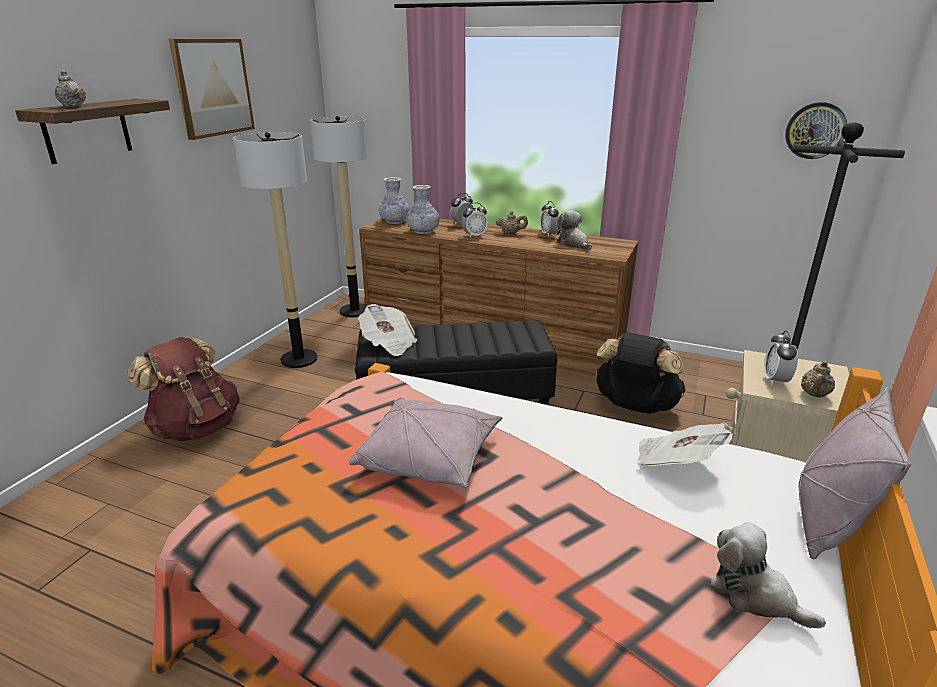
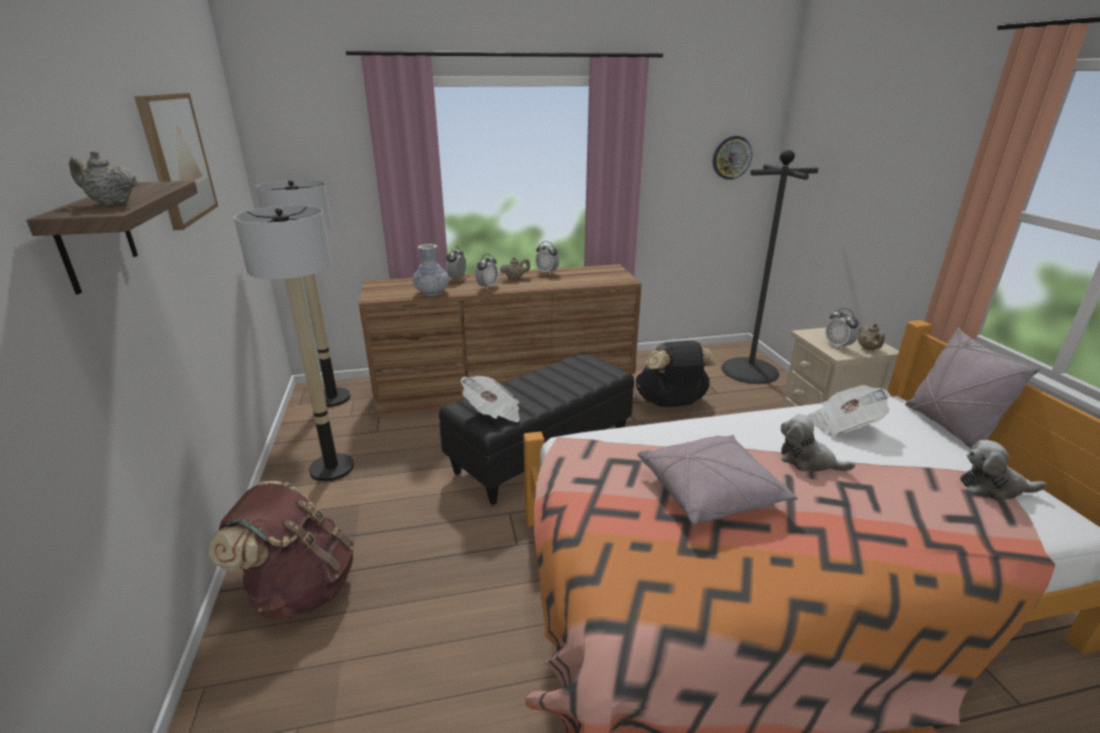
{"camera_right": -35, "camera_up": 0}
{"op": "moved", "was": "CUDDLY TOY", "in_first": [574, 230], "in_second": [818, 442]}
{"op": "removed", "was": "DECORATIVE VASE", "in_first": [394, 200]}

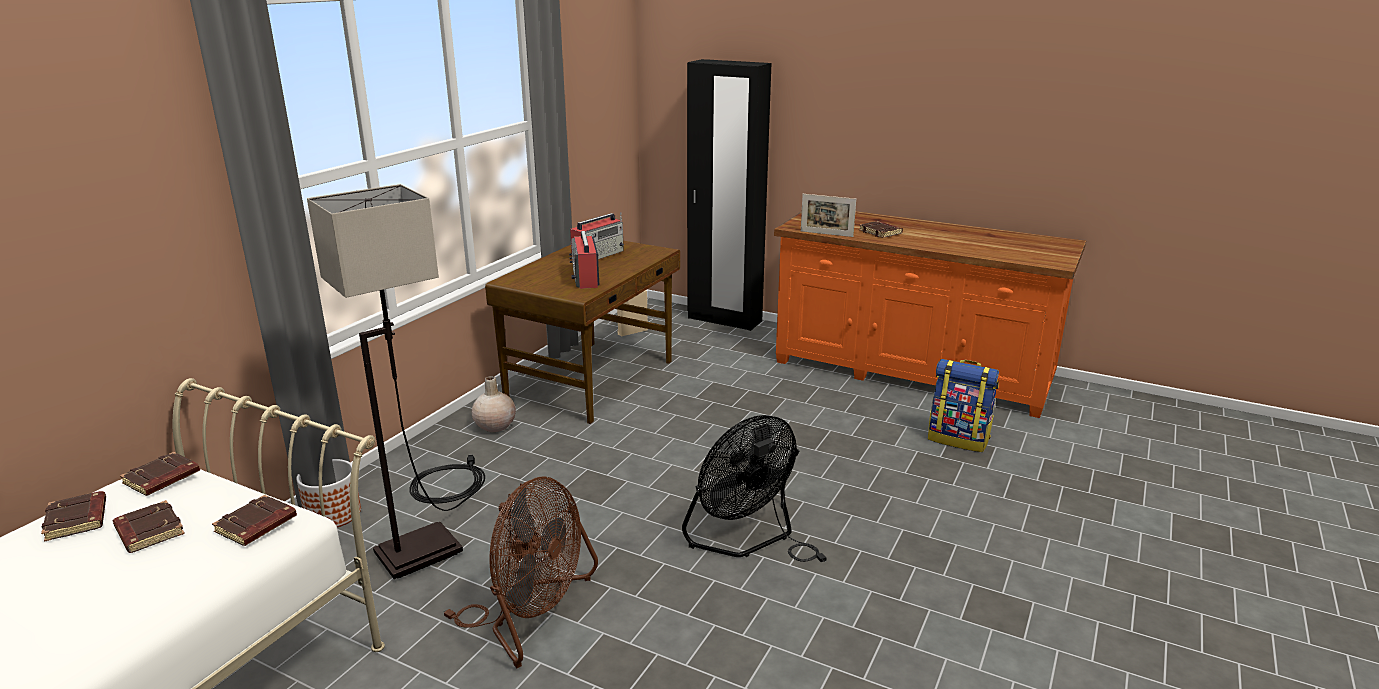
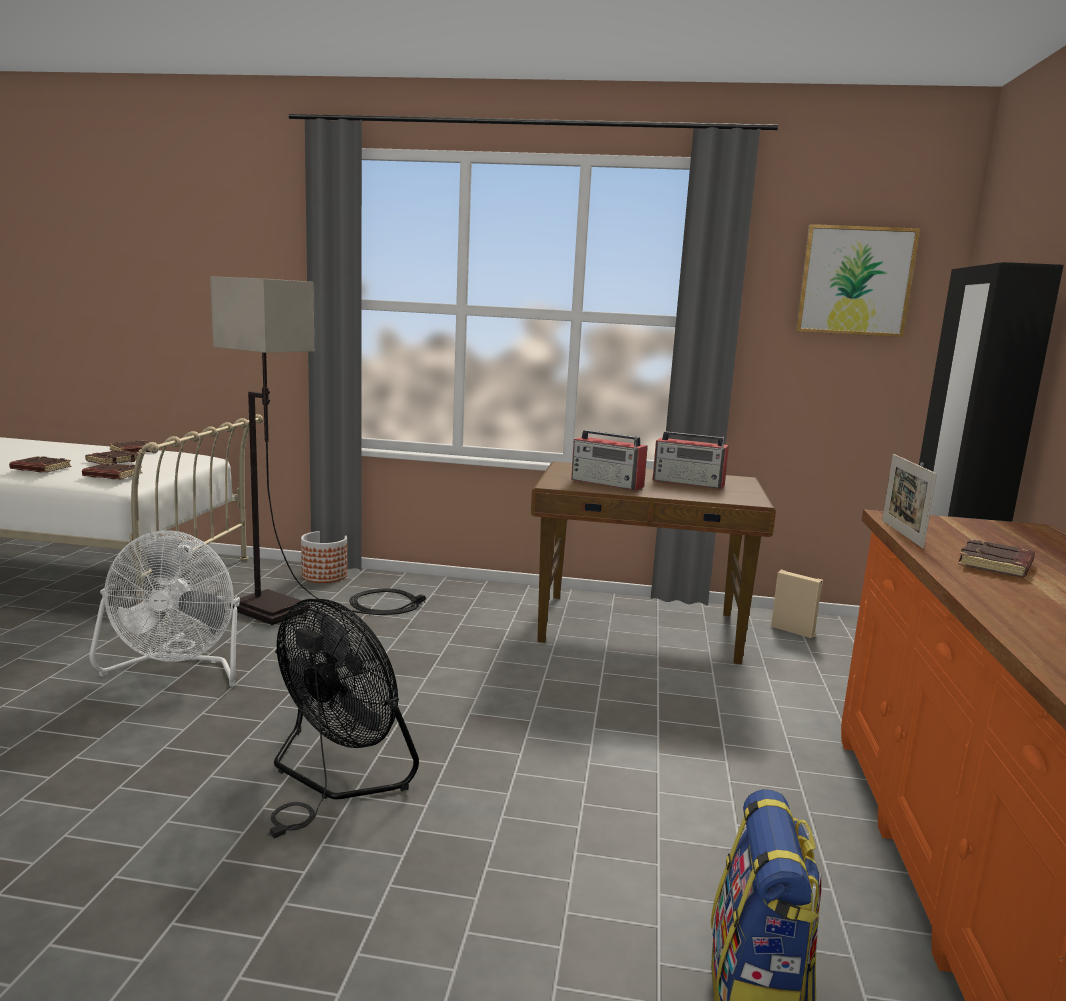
{"camera_right": 70, "camera_up": -10}
{"op": "moved", "was": "BROWN-COLOURED BOOK", "in_first": [160, 474], "in_second": [40, 464]}
{"op": "recoloured", "was": "BROWN-COLOURED ELECTRIC FAN", "now": "WHITE ELECTRIC FAN", "in_first": [521, 572], "in_second": [164, 608]}
{"op": "turned", "was": "RADIO RECEIVER", "in_first": [584, 260], "in_second": [609, 460], "clockwise": -120}
{"op": "added", "now": "WALL ART", "in_second": [858, 280]}
{"op": "removed", "was": "BEIGE-COLOURED DECORATIVE VASE", "in_first": [494, 404]}

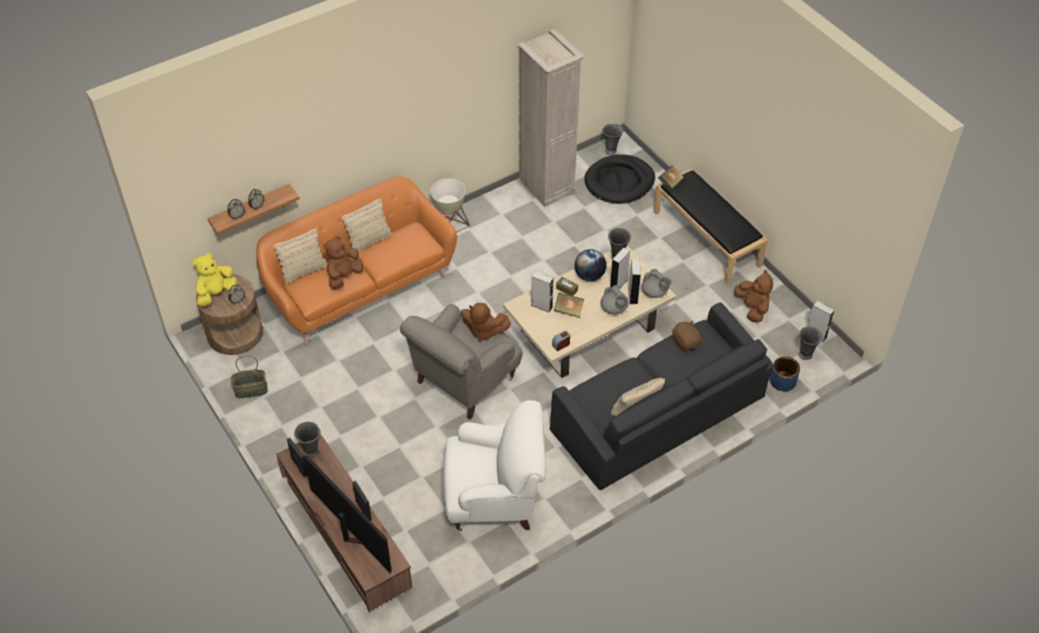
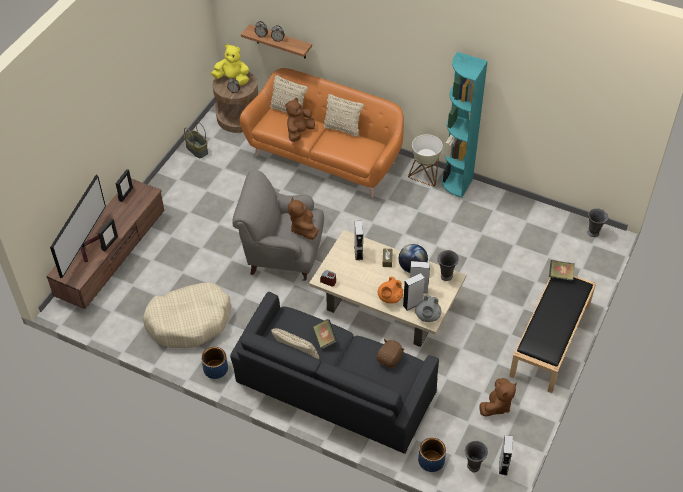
{"camera_right": 60, "camera_up": 0}
{"op": "replaced", "was": "WHITE ARMCHAIR", "now": "BEIGE-COLOURED DOG BED", "in_first": [494, 465], "in_second": [187, 315]}
{"op": "added", "now": "BLUE-COLOURED PLANTER", "in_second": [214, 363]}
{"op": "turned", "was": "BROWN-COLOURED CUDDLY TOY", "in_first": [343, 262], "in_second": [300, 120], "clockwise": -60}
{"op": "moved", "was": "BOOK", "in_first": [569, 304], "in_second": [325, 334]}
{"op": "recoloured", "was": "GREYISH TEAPOT", "now": "ORANGEY TEAPOT", "in_first": [615, 299], "in_second": [390, 290]}
{"op": "added", "now": "TURQUOISE BOOKCASE", "in_second": [465, 125]}
{"op": "removed", "was": "GREYISH DECORATIVE VASE", "in_first": [307, 440]}
{"op": "removed", "was": "BEIGE-COLOURED STORAGE CABINET", "in_first": [550, 118]}
{"op": "removed", "was": "BLACKISH DOG BED", "in_first": [619, 179]}

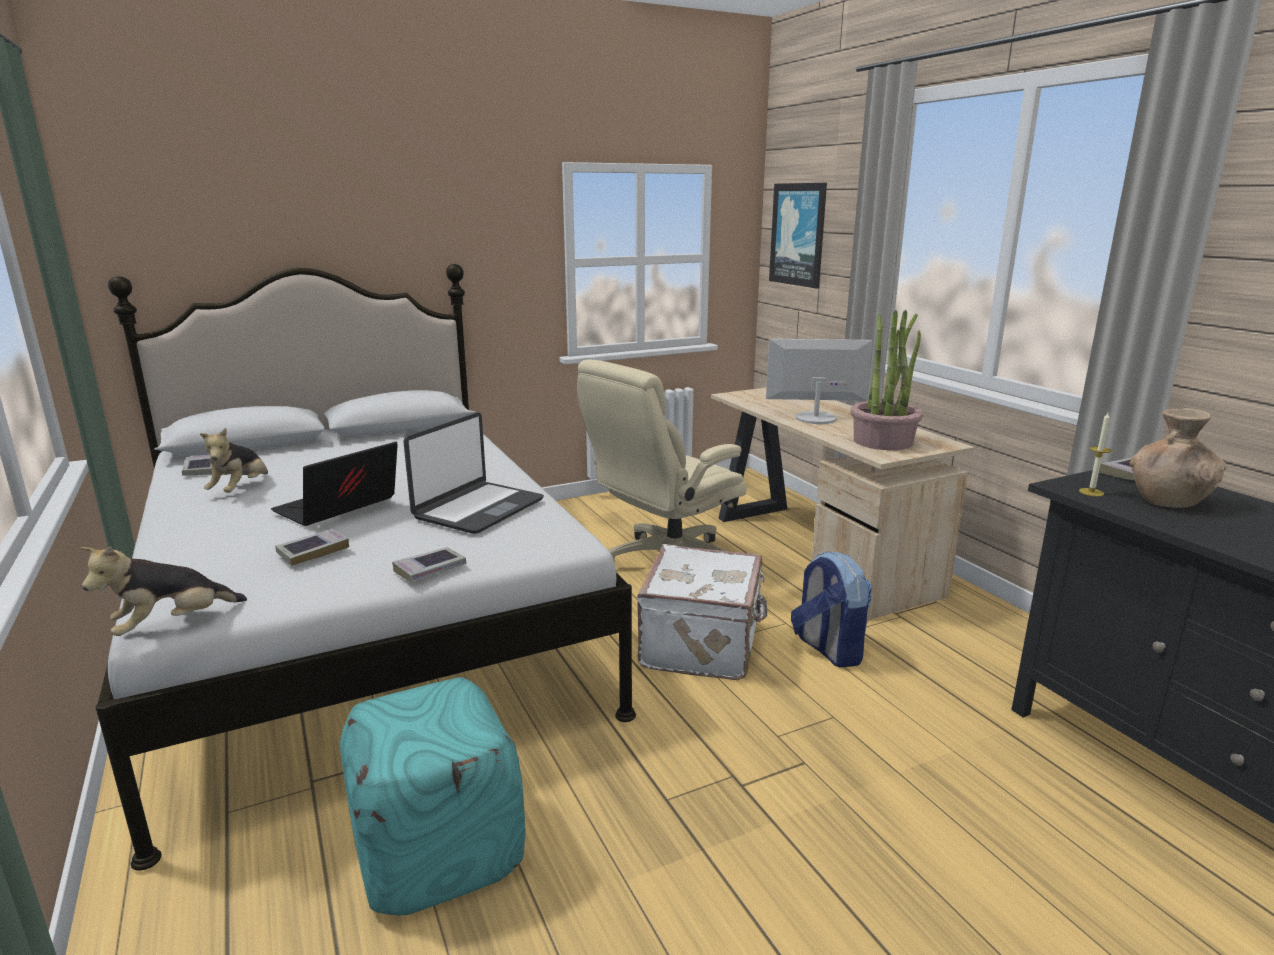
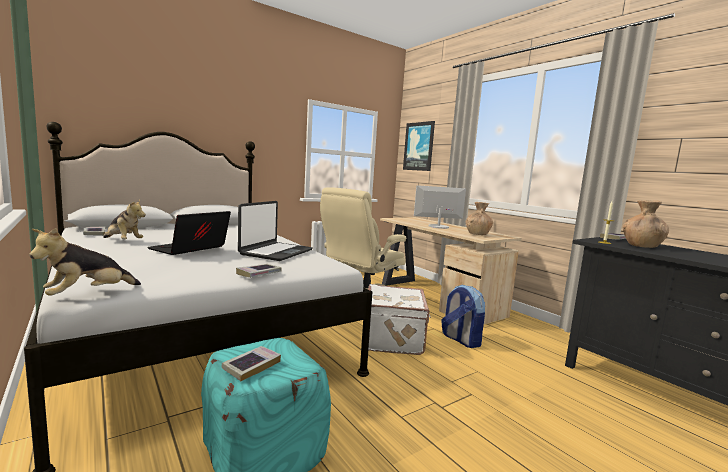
{"camera_right": -10, "camera_up": -10}
{"op": "turned", "was": "CUDDLY TOY", "in_first": [234, 460], "in_second": [124, 219], "clockwise": -60}
{"op": "moved", "was": "BOOK", "in_first": [312, 547], "in_second": [251, 363]}
{"op": "replaced", "was": "POTTED PLANT", "now": "BROWN-COLOURED DECORATIVE VASE", "in_first": [886, 380], "in_second": [479, 218]}

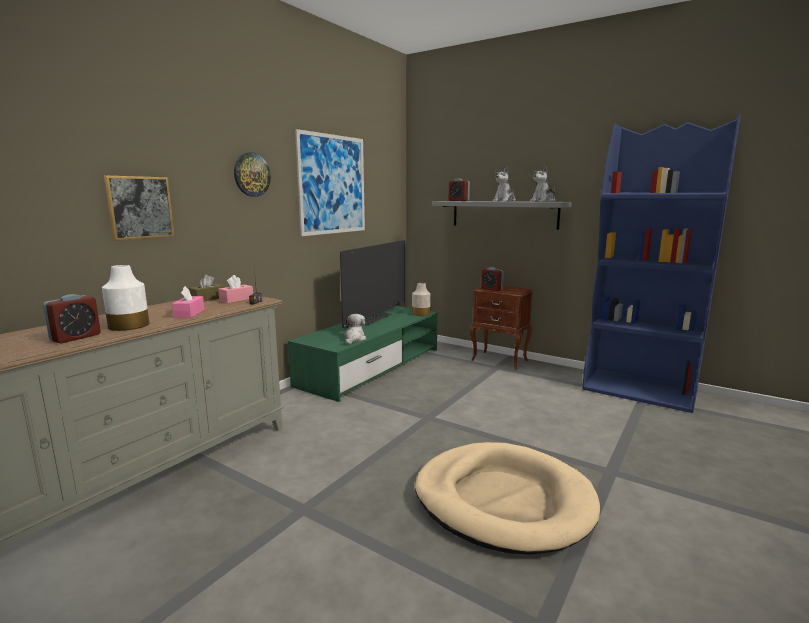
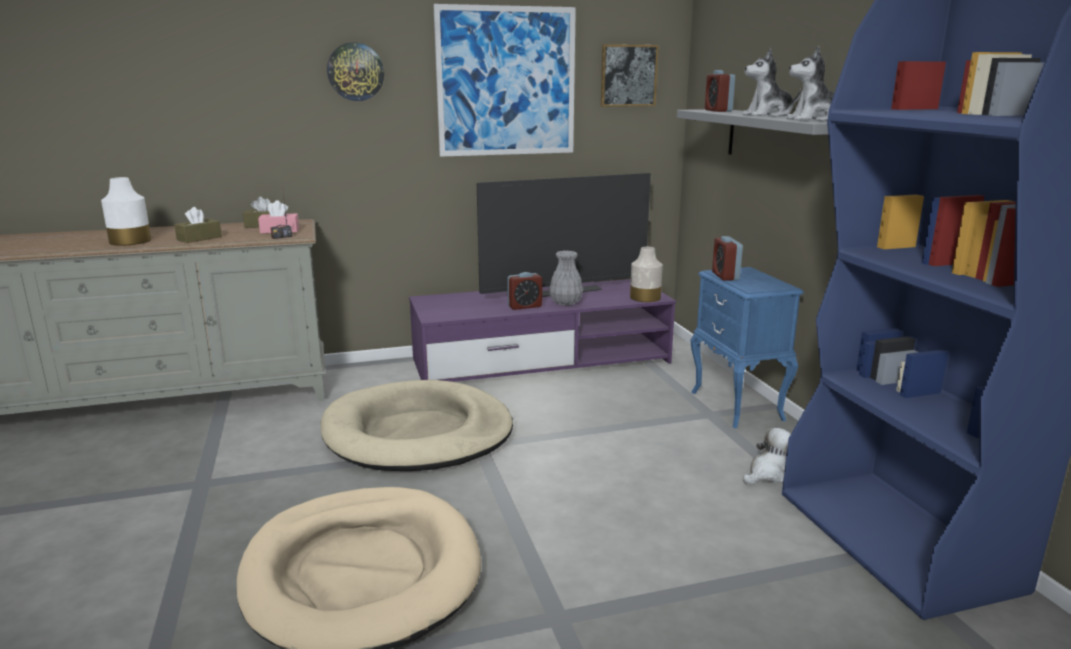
{"camera_right": 40, "camera_up": 5}
{"op": "recoloured", "was": "PINK-COLOURED TISSUE HOLDER", "now": "BROWN-COLOURED TISSUE HOLDER", "in_first": [188, 302], "in_second": [198, 225]}
{"op": "added", "now": "BEIGE-COLOURED DOG BED", "in_second": [416, 425]}
{"op": "recoloured", "was": "GREEN MEDIA CONSOLE", "now": "PURPLE MEDIA CONSOLE", "in_first": [363, 354], "in_second": [542, 330]}
{"op": "moved", "was": "BEDSIDE CLOCK", "in_first": [72, 318], "in_second": [524, 291]}
{"op": "added", "now": "GREYISH DECORATIVE VASE", "in_second": [566, 278]}
{"op": "moved", "was": "WALL ART", "in_first": [139, 208], "in_second": [630, 75]}
{"op": "recoloured", "was": "BROWN-COLOURED NIGHTSTAND", "now": "BLUE-COLOURED NIGHTSTAND", "in_first": [502, 328], "in_second": [747, 347]}
{"op": "moved", "was": "CUDDLY TOY", "in_first": [355, 329], "in_second": [767, 456]}

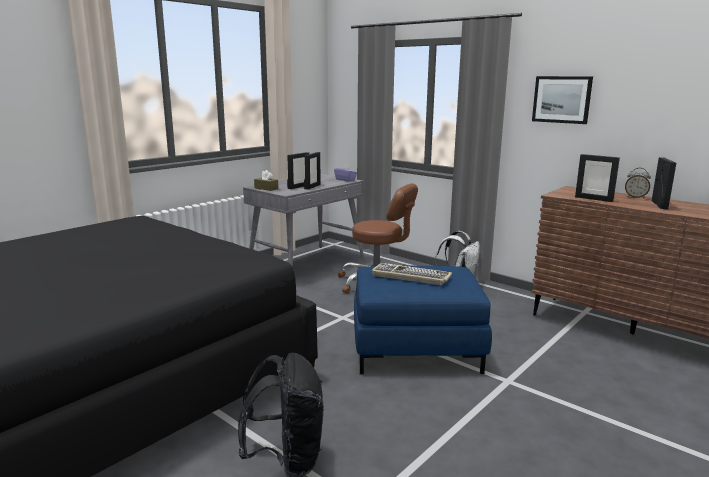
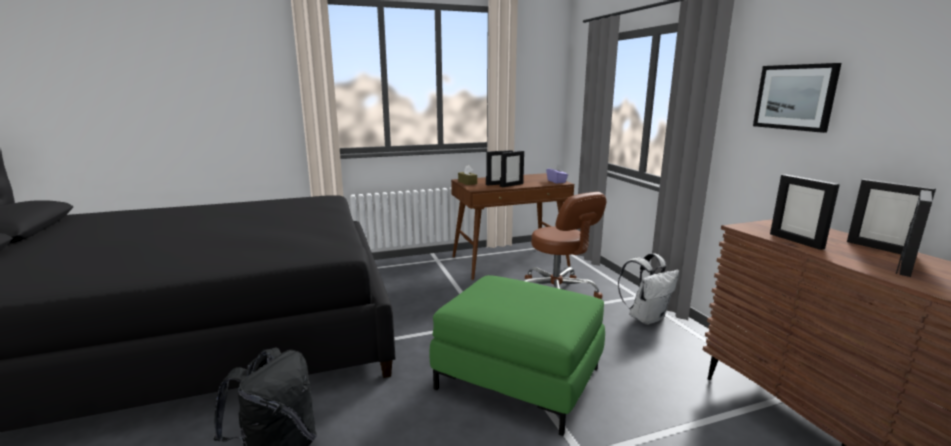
{"camera_right": 30, "camera_up": 0}
{"op": "recoloured", "was": "BLUE-COLOURED FOOTREST", "now": "GREEN FOOTREST", "in_first": [423, 320], "in_second": [517, 355]}
{"op": "recoloured", "was": "GREYISH DESK", "now": "BROWN-COLOURED DESK", "in_first": [303, 220], "in_second": [512, 226]}
{"op": "replaced", "was": "BEDSIDE CLOCK", "now": "PHOTO FRAME", "in_first": [638, 183], "in_second": [891, 216]}
{"op": "removed", "was": "COMPUTER KEYBOARD", "in_first": [412, 274]}

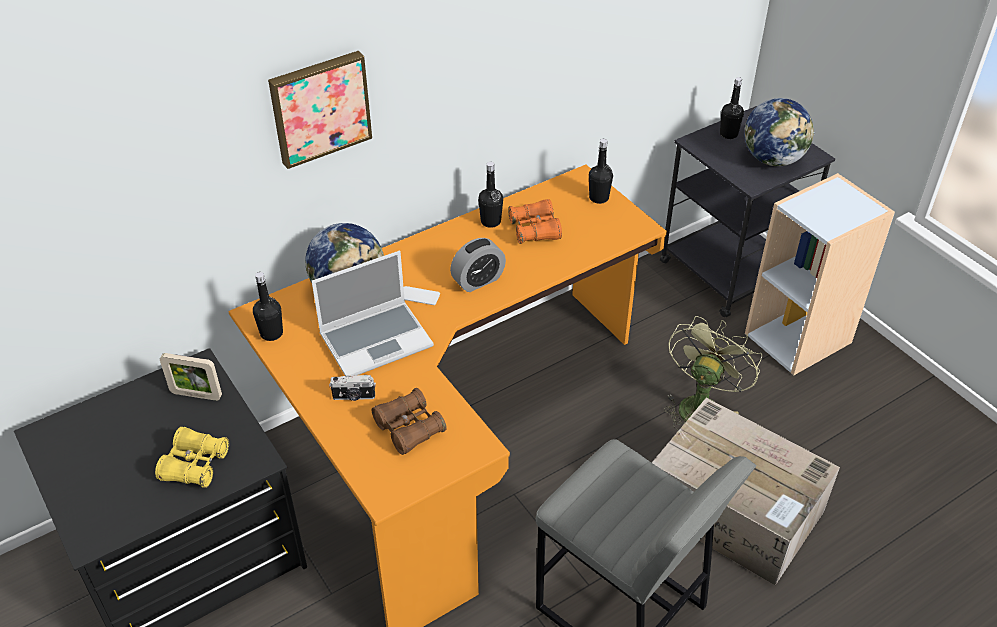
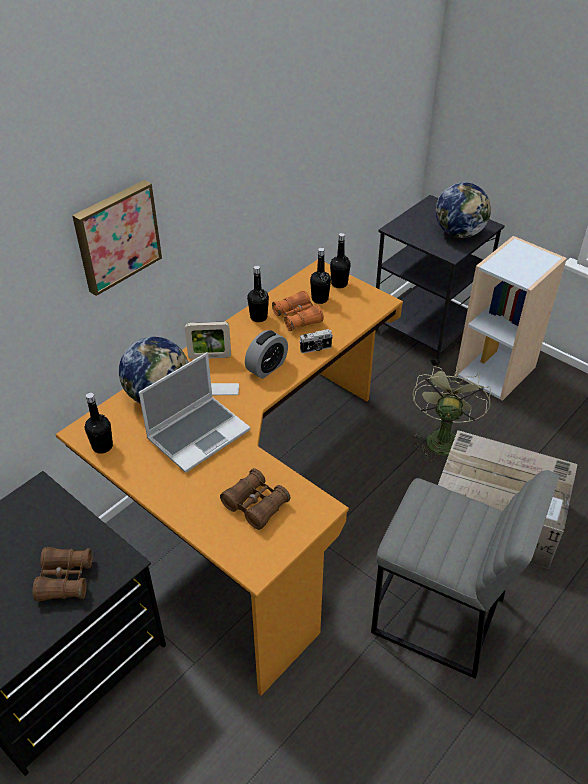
{"camera_right": -15, "camera_up": 0}
{"op": "recoloured", "was": "YELLOW-COLOURED BINOCULARS", "now": "BROWN-COLOURED BINOCULARS", "in_first": [192, 457], "in_second": [62, 574]}
{"op": "moved", "was": "PHOTO FRAME", "in_first": [191, 377], "in_second": [208, 340]}
{"op": "moved", "was": "STILL CAMERA", "in_first": [352, 388], "in_second": [316, 341]}
{"op": "moved", "was": "BLACKISH DRINK BOTTLE", "in_first": [732, 108], "in_second": [320, 276]}

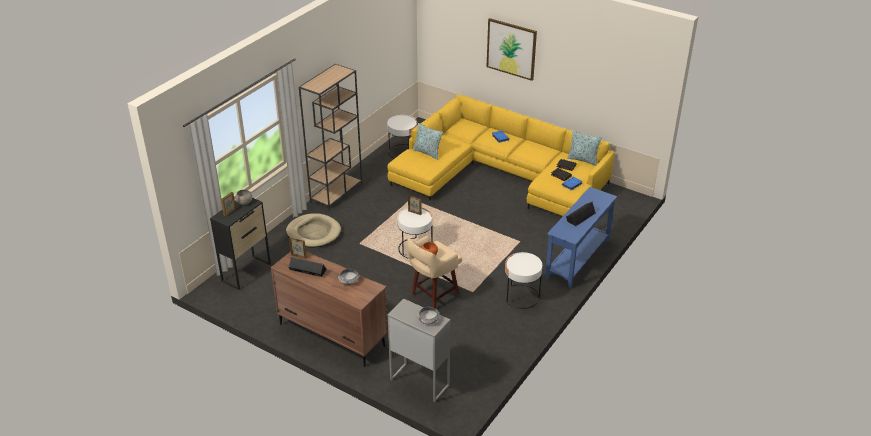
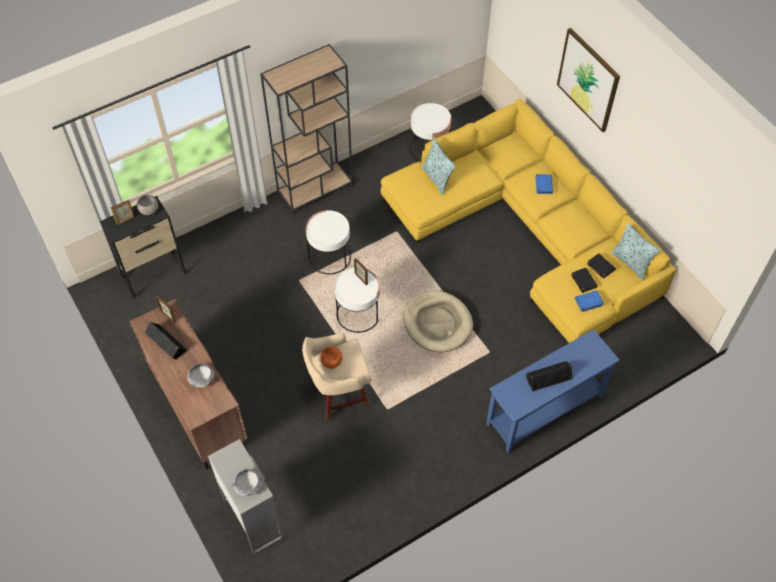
{"camera_right": 25, "camera_up": 20}
{"op": "moved", "was": "WHITE END TABLE", "in_first": [523, 280], "in_second": [328, 242]}
{"op": "moved", "was": "BEIGE-COLOURED DOG BED", "in_first": [313, 230], "in_second": [438, 321]}

